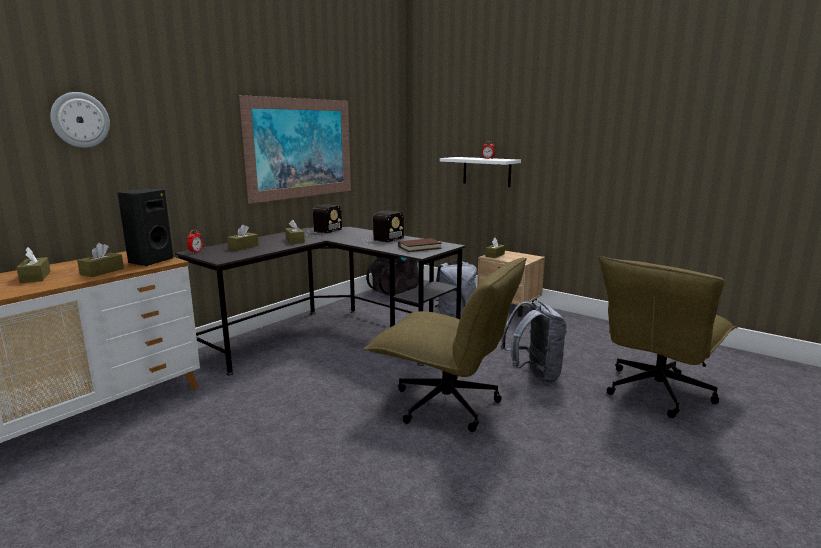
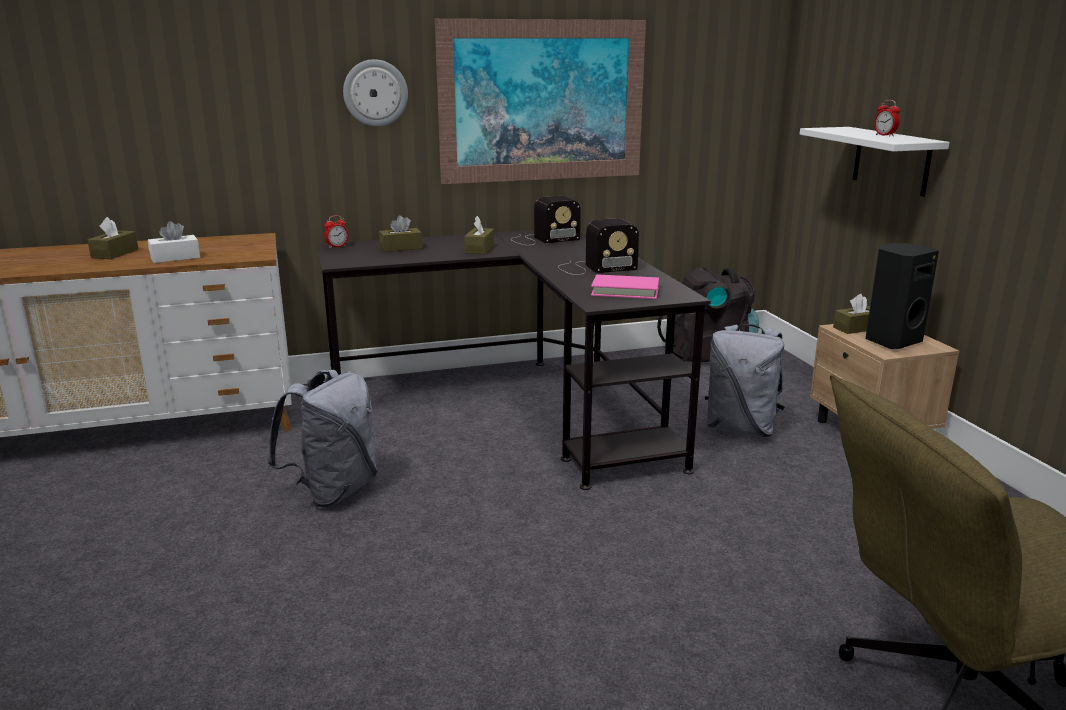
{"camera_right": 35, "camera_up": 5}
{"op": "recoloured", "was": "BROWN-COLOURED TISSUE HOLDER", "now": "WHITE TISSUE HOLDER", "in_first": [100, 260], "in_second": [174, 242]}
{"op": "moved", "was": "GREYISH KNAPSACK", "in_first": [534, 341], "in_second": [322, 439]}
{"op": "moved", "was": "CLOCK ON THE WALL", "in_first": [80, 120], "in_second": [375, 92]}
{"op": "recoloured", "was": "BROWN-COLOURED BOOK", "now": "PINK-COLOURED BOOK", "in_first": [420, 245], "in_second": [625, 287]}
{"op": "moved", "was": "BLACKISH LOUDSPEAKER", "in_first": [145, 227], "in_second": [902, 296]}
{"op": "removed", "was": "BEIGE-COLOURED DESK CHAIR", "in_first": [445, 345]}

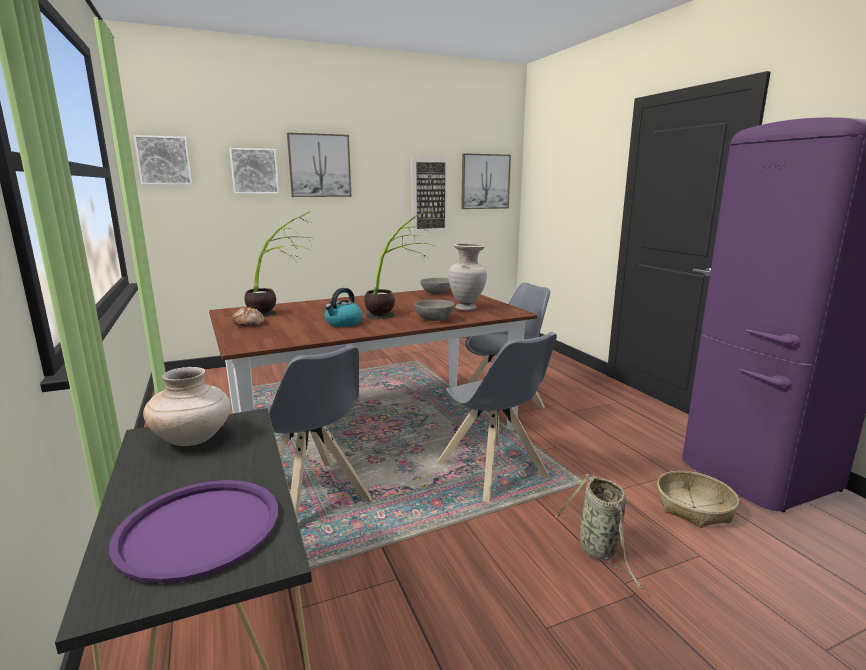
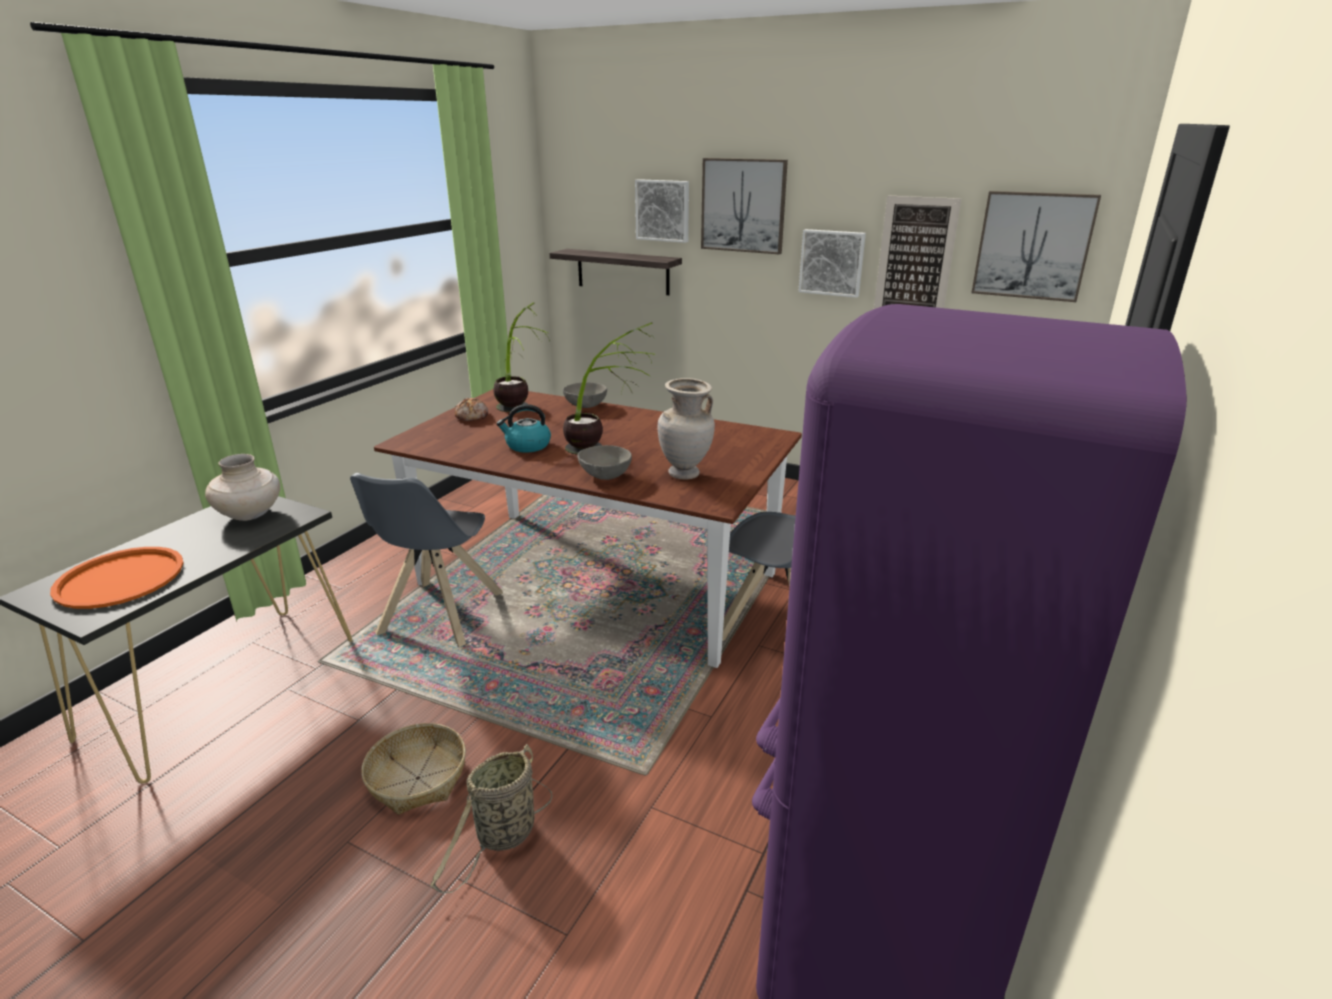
{"camera_right": 50, "camera_up": 10}
{"op": "recoloured", "was": "PURPLE CARRYING TRAY", "now": "ORANGEY CARRYING TRAY", "in_first": [193, 531], "in_second": [117, 578]}
{"op": "moved", "was": "HOUSEHOLD BASKET", "in_first": [698, 499], "in_second": [413, 769]}
{"op": "added", "now": "WALL SHELF", "in_second": [615, 272]}
{"op": "moved", "was": "GREYISH BOWL", "in_first": [435, 286], "in_second": [585, 395]}
{"op": "moved", "was": "WALL ART", "in_first": [163, 160], "in_second": [832, 263]}
{"op": "removed", "was": "GREYISH UPRIGHT CHAIR", "in_first": [497, 417]}

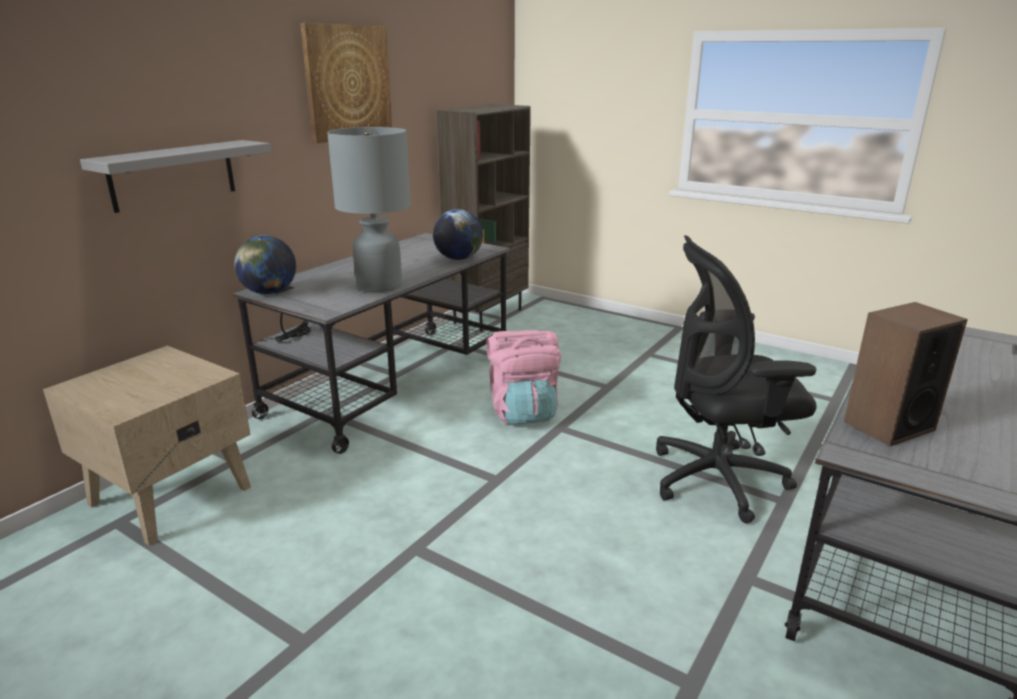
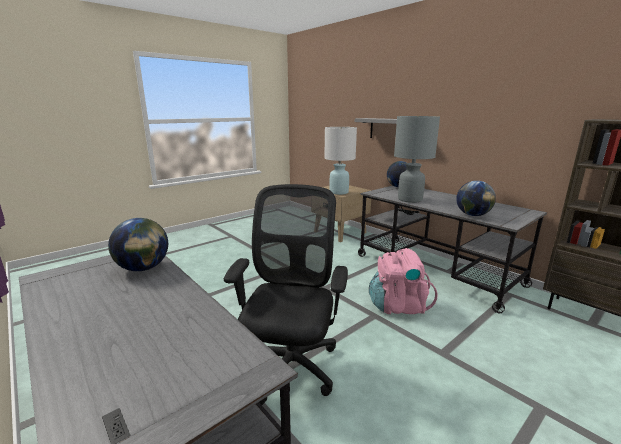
{"camera_right": 105, "camera_up": -5}
{"op": "replaced", "was": "LOUDSPEAKER", "now": "DESK GLOBE", "in_first": [906, 374], "in_second": [138, 244]}
{"op": "added", "now": "WHITE LAMP FOR A TABLE", "in_second": [340, 161]}
{"op": "removed", "was": "WALL ART", "in_first": [346, 83]}

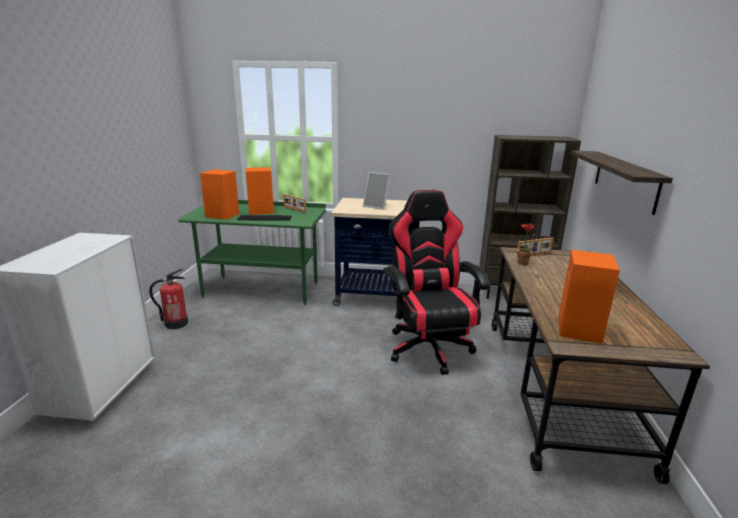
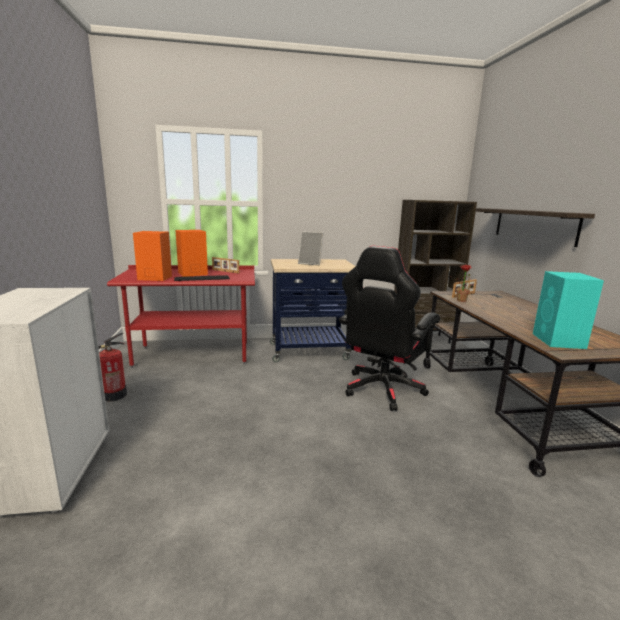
{"camera_right": -15, "camera_up": -5}
{"op": "recoloured", "was": "GREEN DESK", "now": "RED DESK", "in_first": [252, 252], "in_second": [181, 316]}
{"op": "turned", "was": "BLACKISH DESK CHAIR", "in_first": [437, 282], "in_second": [389, 328], "clockwise": -120}
{"op": "recoloured", "was": "ORANGEY LOUDSPEAKER", "now": "TURQUOISE LOUDSPEAKER", "in_first": [589, 297], "in_second": [568, 310]}

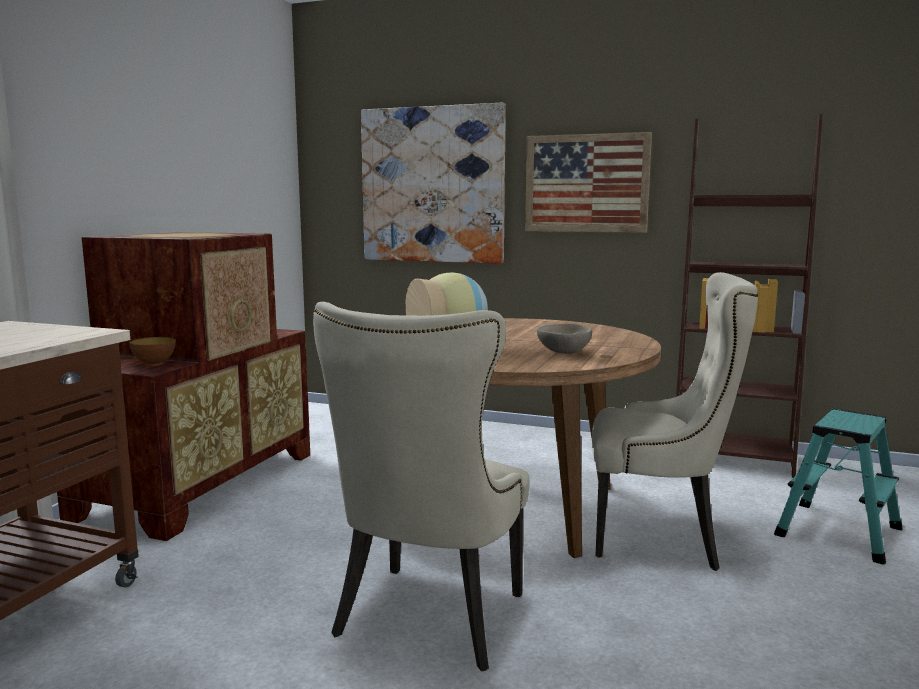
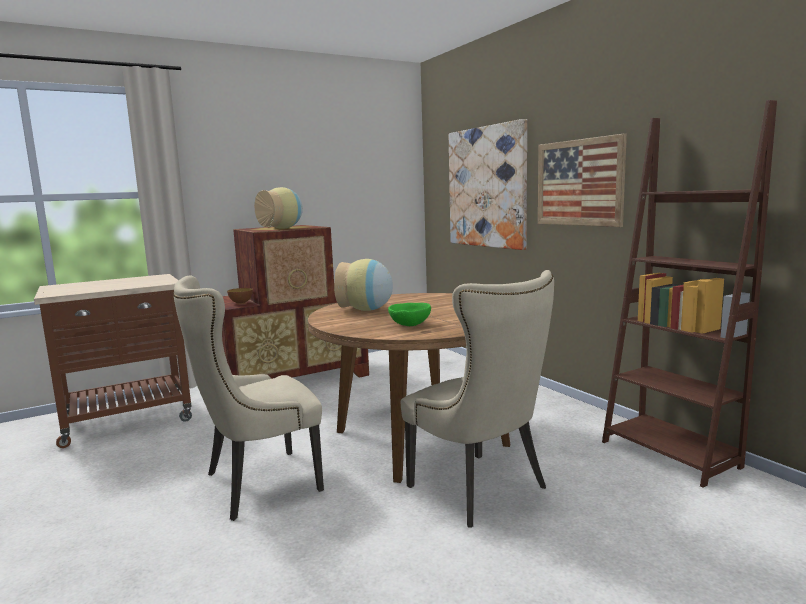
{"camera_right": 40, "camera_up": 0}
{"op": "added", "now": "DECORATIVE VASE", "in_second": [278, 208]}
{"op": "recoloured", "was": "BEIGE-COLOURED BOWL", "now": "GREEN BOWL", "in_first": [564, 338], "in_second": [409, 314]}
{"op": "removed", "was": "TURQUOISE STEPLADDER", "in_first": [838, 486]}

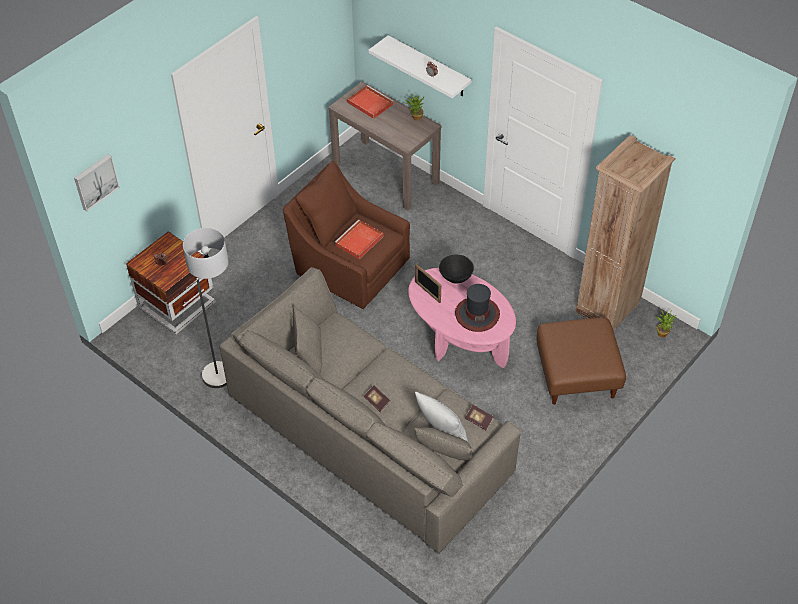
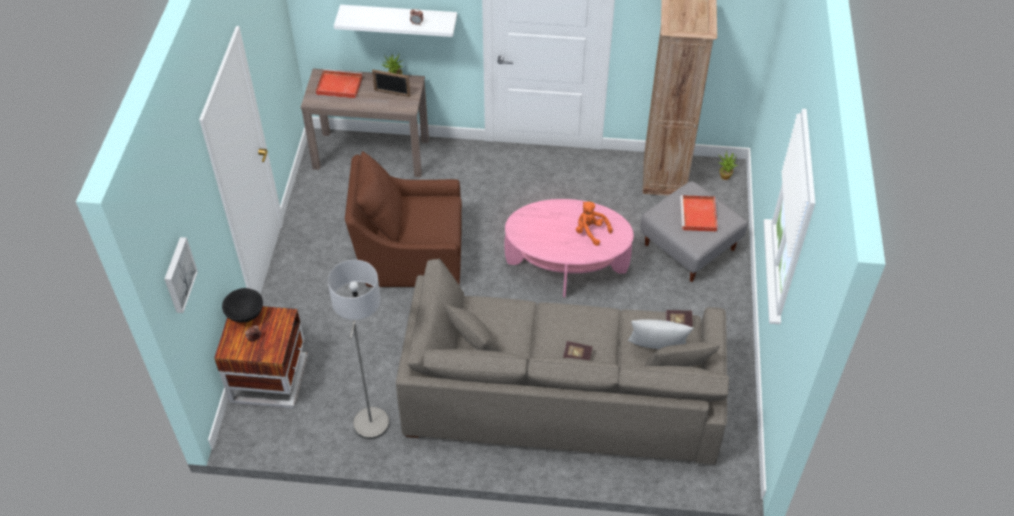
{"camera_right": -35, "camera_up": 0}
{"op": "moved", "was": "BLACKISH BOWL", "in_first": [456, 268], "in_second": [242, 305]}
{"op": "moved", "was": "PHOTO FRAME", "in_first": [428, 283], "in_second": [391, 83]}
{"op": "replaced", "was": "WEARABLE HAT", "now": "ORANGEY CUDDLY TOY", "in_first": [477, 308], "in_second": [594, 224]}
{"op": "recoloured", "was": "BROWN-COLOURED FOOTREST", "now": "GREYISH FOOTREST", "in_first": [581, 361], "in_second": [694, 231]}
{"op": "moved", "was": "RED CARRYING TRAY", "in_first": [358, 239], "in_second": [699, 213]}

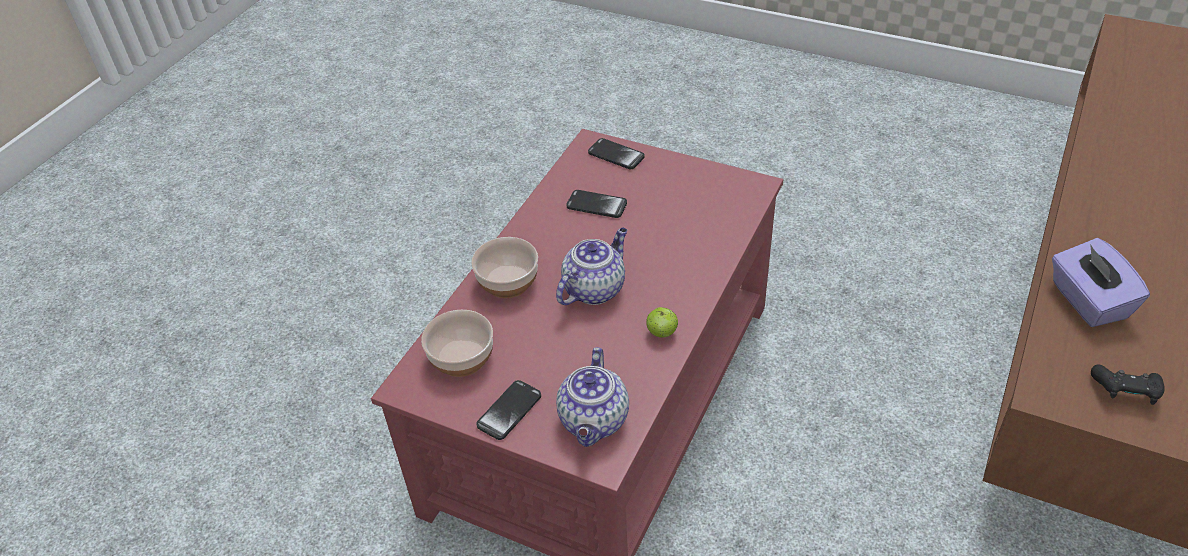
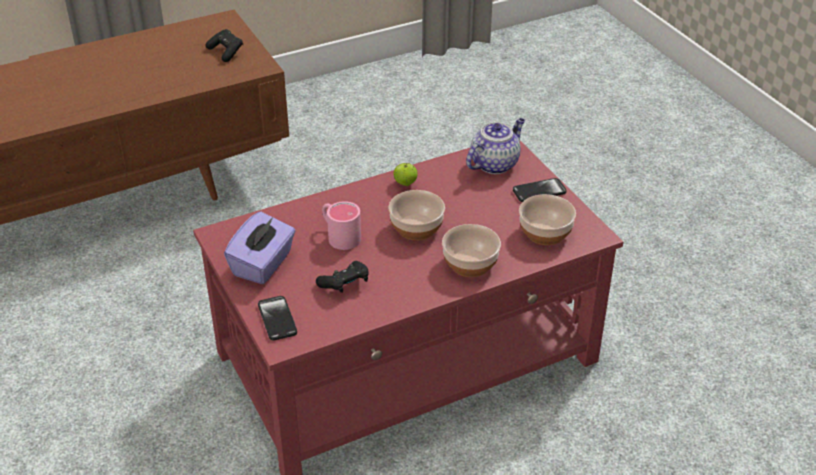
{"camera_right": -145, "camera_up": -5}
{"op": "moved", "was": "PURPLE TISSUE HOLDER", "in_first": [1101, 282], "in_second": [259, 247]}
{"op": "replaced", "was": "TELEPHONE", "now": "BLACKISH GAME CONTROLLER", "in_first": [597, 204], "in_second": [342, 277]}
{"op": "added", "now": "PINK-COLOURED MUG", "in_second": [341, 225]}
{"op": "replaced", "was": "TEAPOT", "now": "BOWL", "in_first": [591, 266], "in_second": [416, 215]}

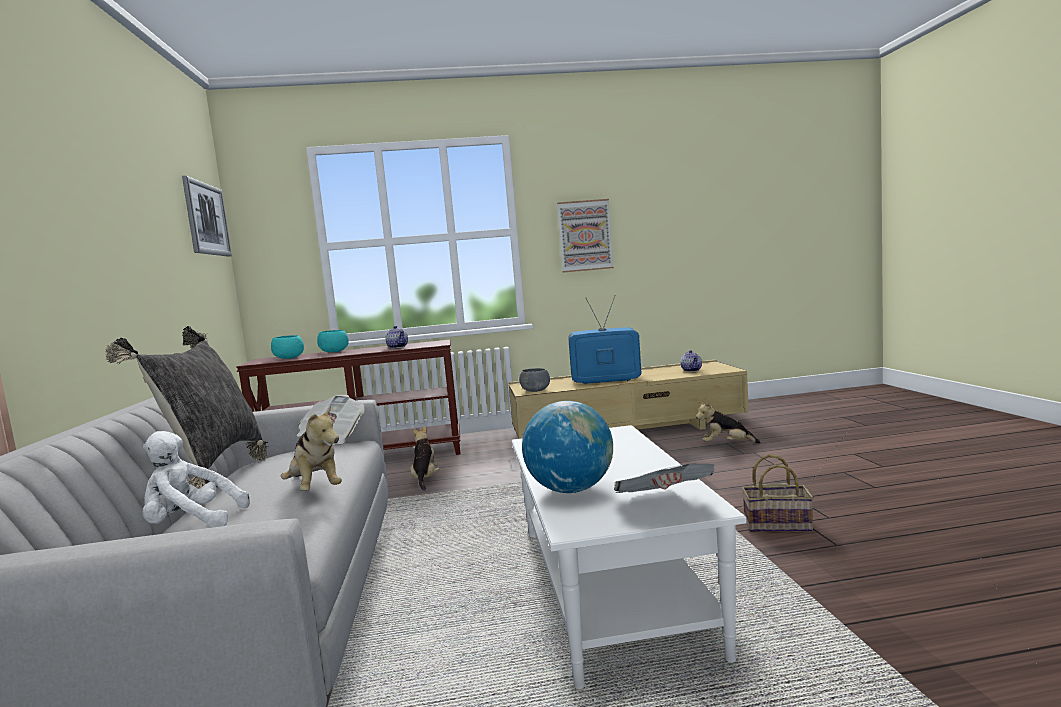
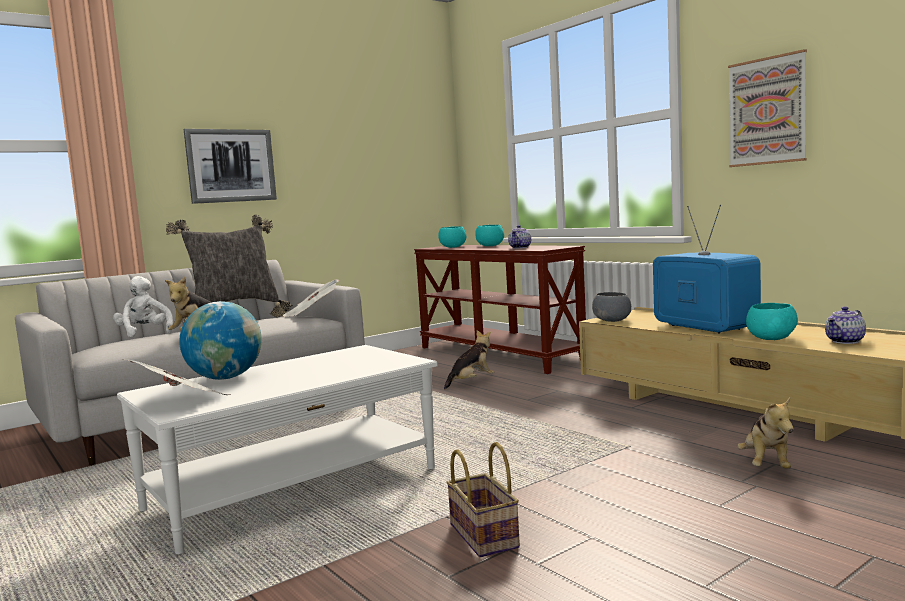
{"camera_right": 60, "camera_up": 0}
{"op": "moved", "was": "WALL ART", "in_first": [207, 216], "in_second": [230, 166]}
{"op": "turned", "was": "CUDDLY TOY", "in_first": [728, 422], "in_second": [765, 433], "clockwise": -150}
{"op": "added", "now": "TURQUOISE BOWL", "in_second": [772, 321]}

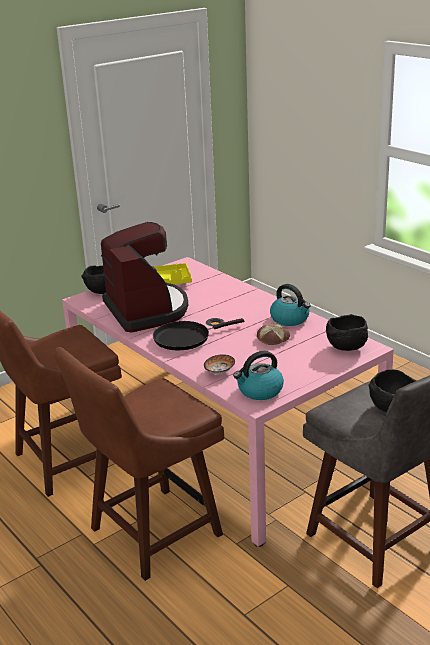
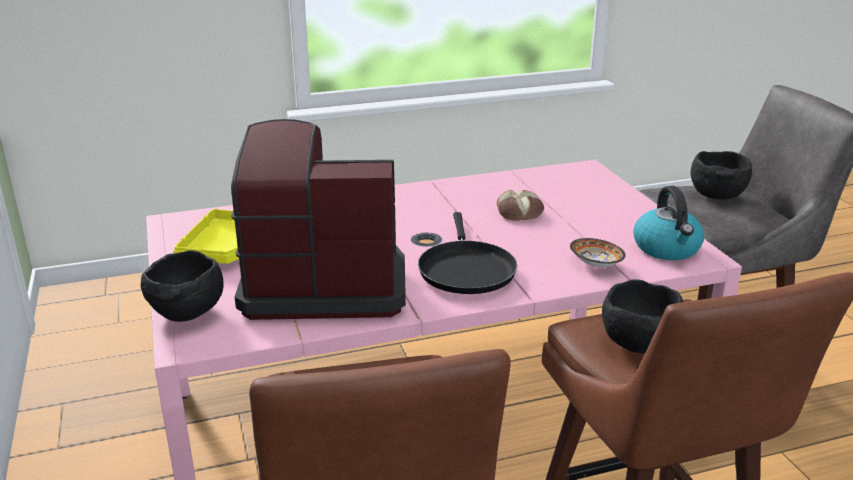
{"camera_right": -70, "camera_up": 0}
{"op": "moved", "was": "BLACKISH BOWL", "in_first": [347, 332], "in_second": [642, 316]}
{"op": "removed", "was": "TEA KETTLE", "in_first": [290, 305]}

